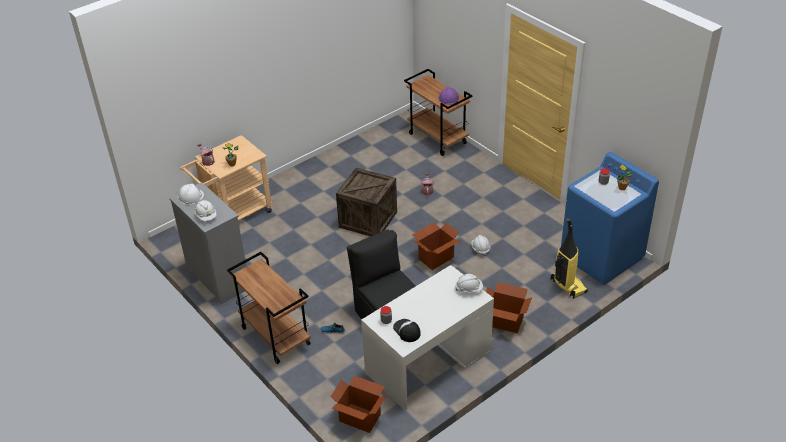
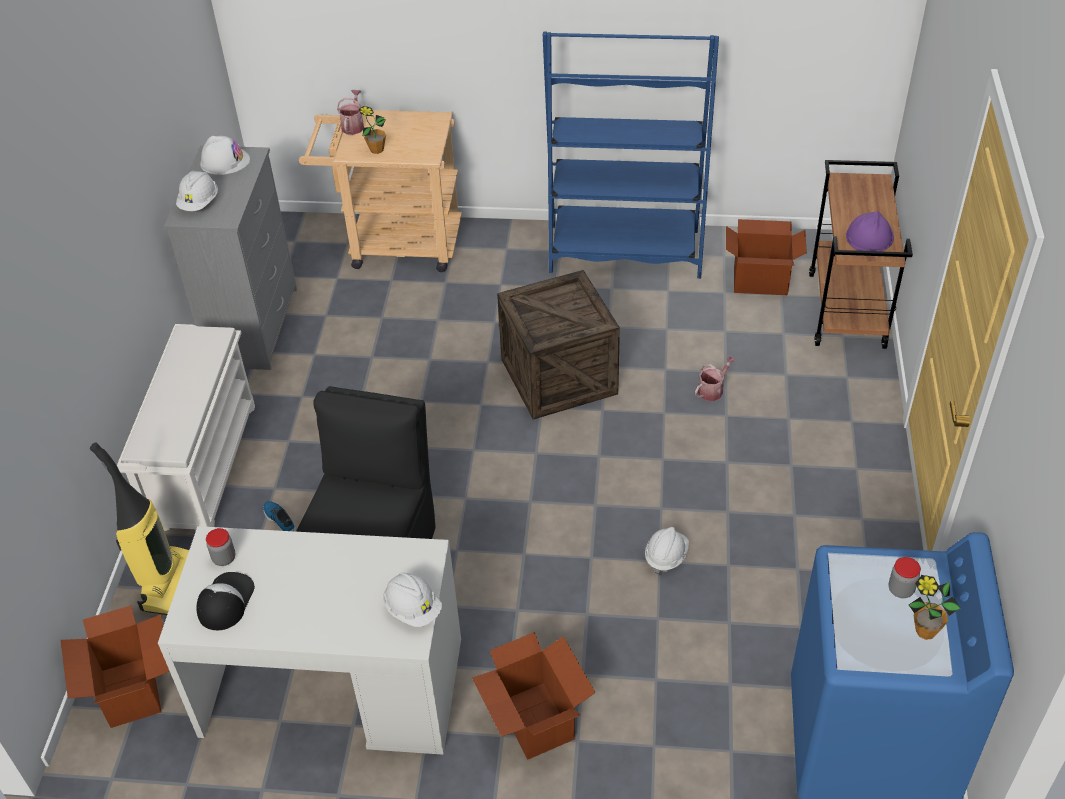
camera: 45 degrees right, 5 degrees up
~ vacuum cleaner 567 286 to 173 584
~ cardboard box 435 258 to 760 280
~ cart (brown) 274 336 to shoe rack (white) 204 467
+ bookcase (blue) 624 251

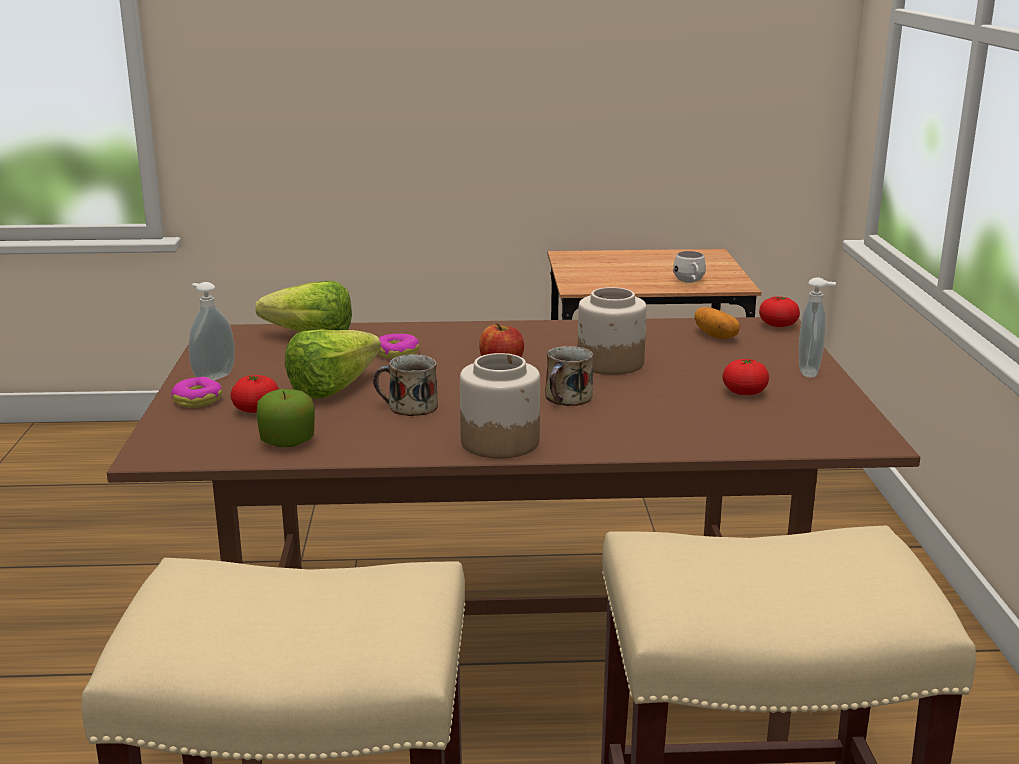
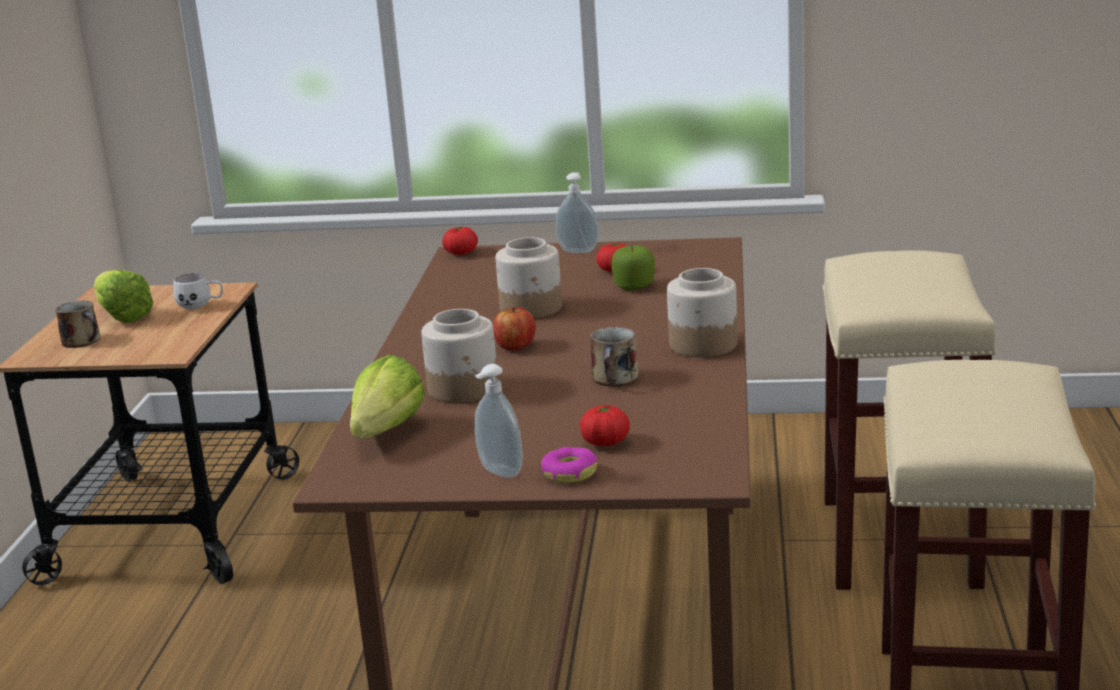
camera: 80 degrees left, 0 degrees up
- potato 716 336
~ lettuce 341 387 to 121 314
~ donut 397 353 to jar 464 389
~ mug 567 398 to 83 341
~ apple 288 441 to 634 286

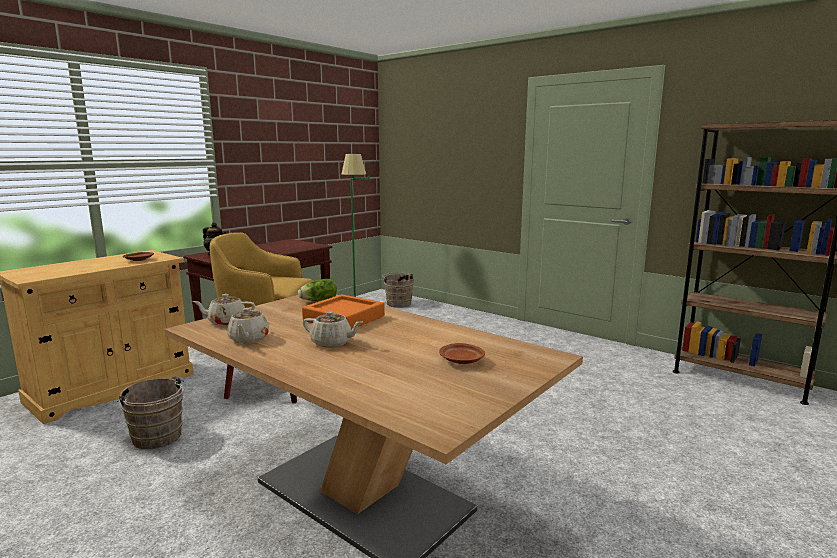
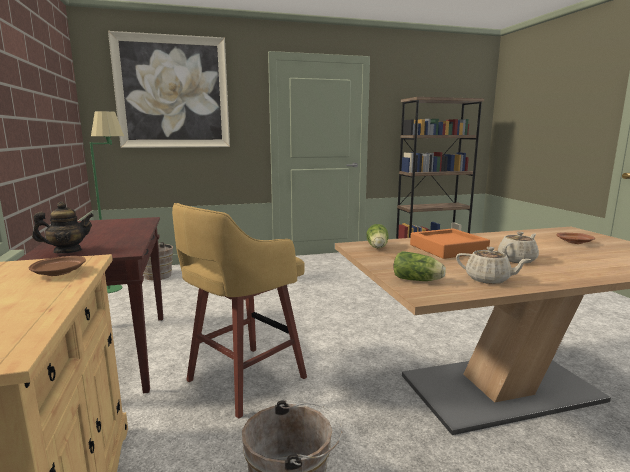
camera: 55 degrees left, 0 degrees up
~ teapot (beige) 226 322 to lettuce 418 280
+ picture 173 93

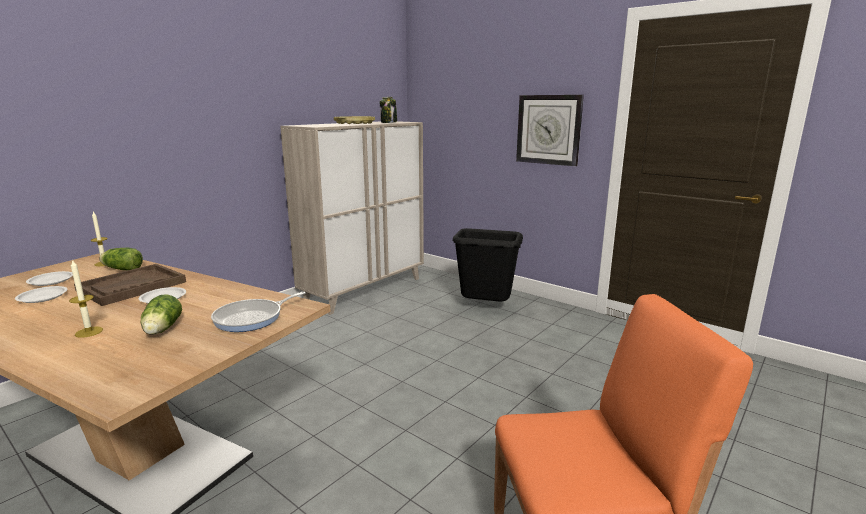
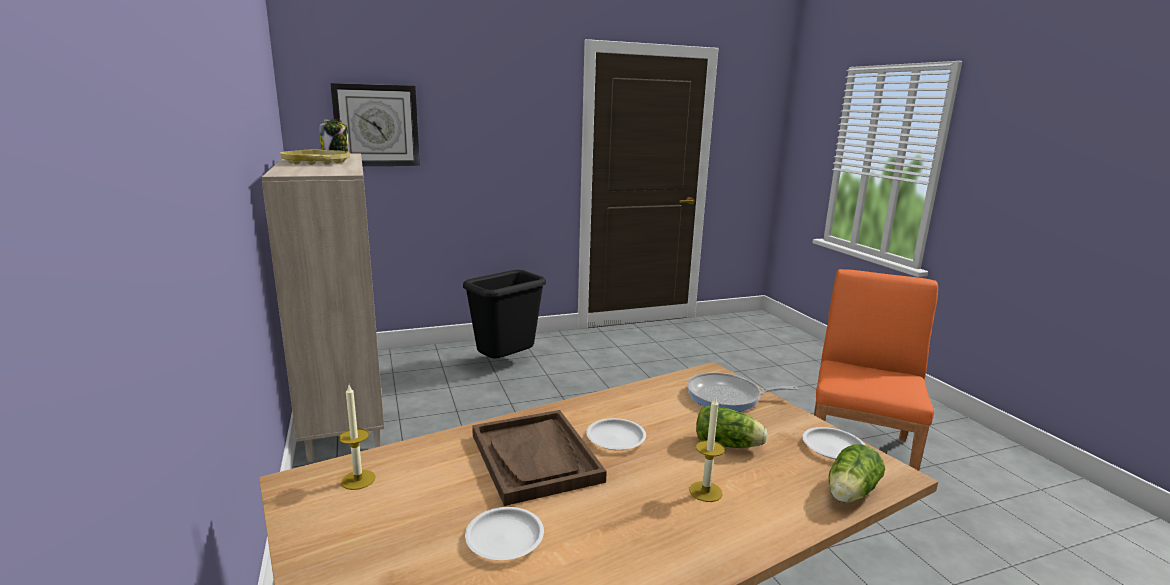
camera: 60 degrees left, 0 degrees up
~ wall clock 549 129 to 376 125
~ lettuce 121 269 to 849 493
~ plate (white) 51 281 to 832 447
~ frying pan 252 318 = 728 397 105 degrees clockwise

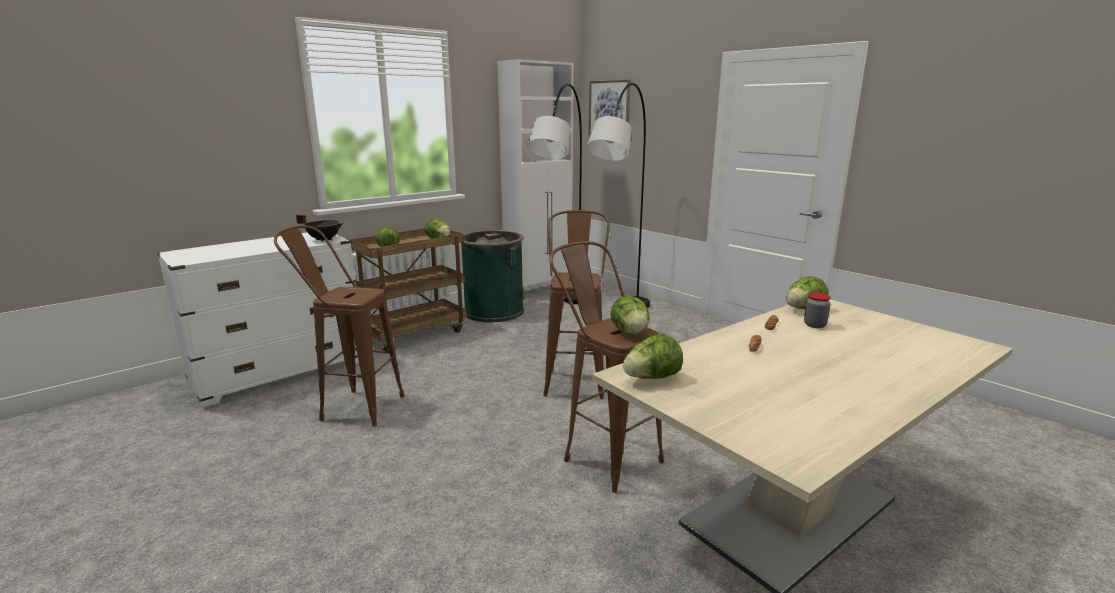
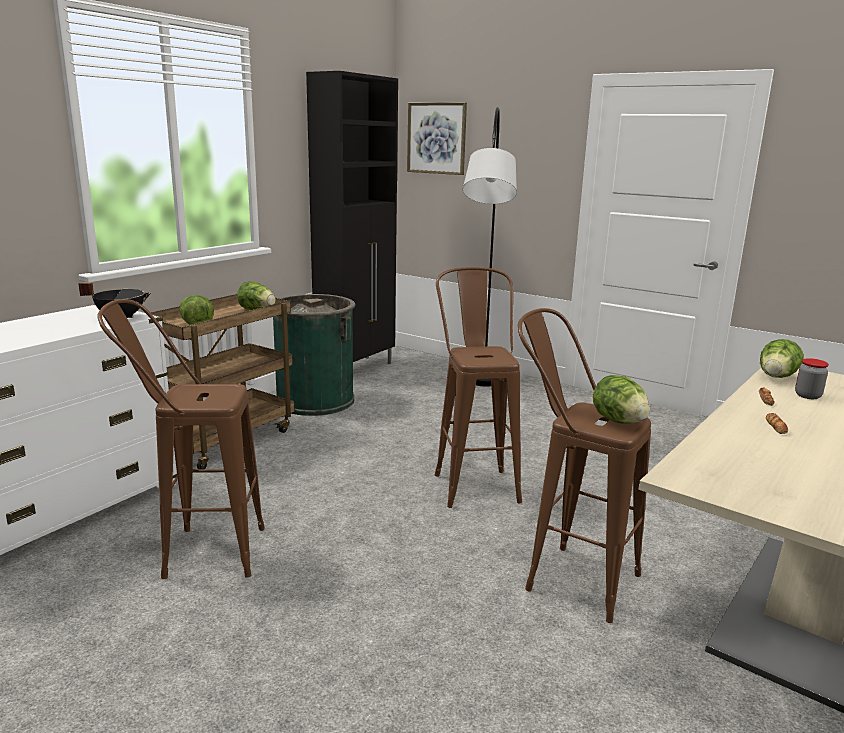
camera: 15 degrees left, 0 degrees up
~ cabinet (white) 539 291 to cabinet (black) 357 369
- floor lamp (grey) 563 318
- lettuce 651 378

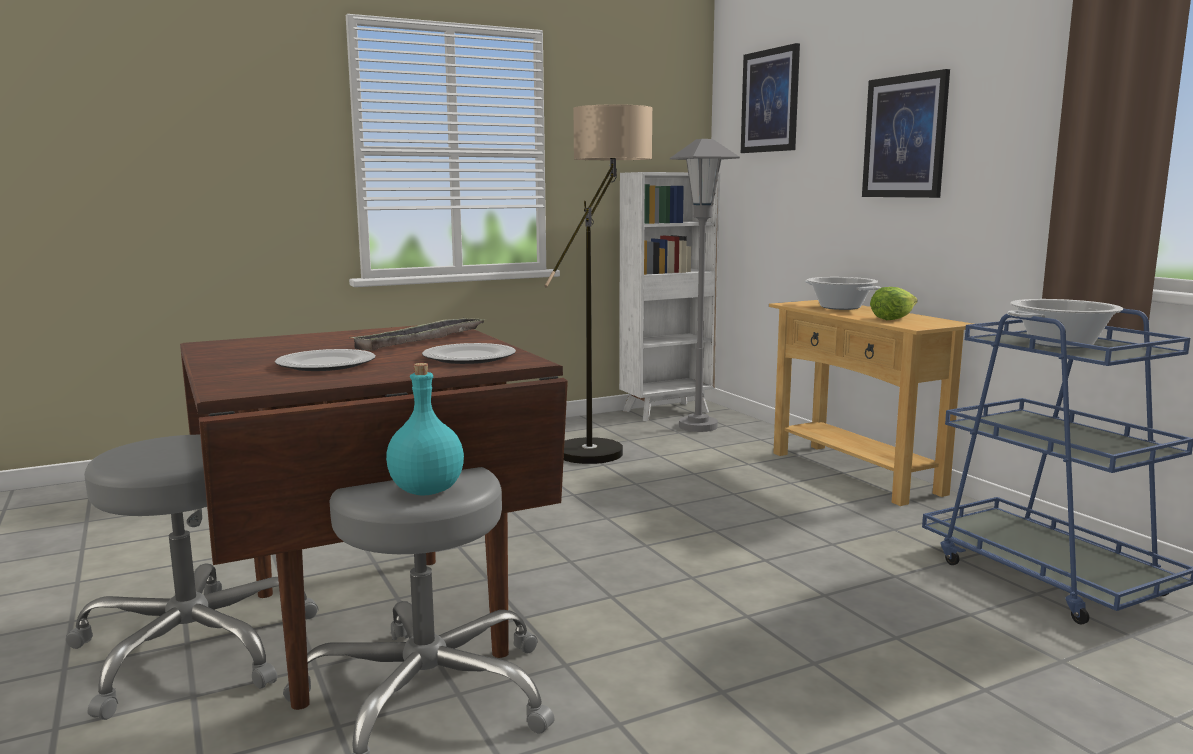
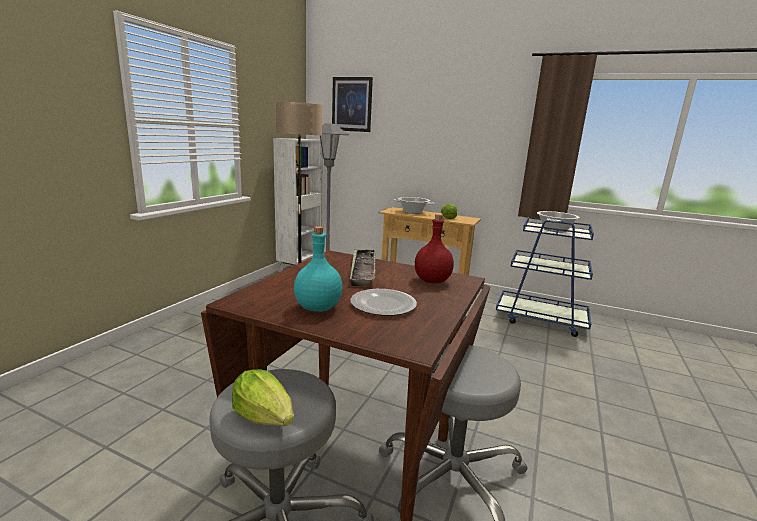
camera: 40 degrees left, 5 degrees up
- picture 905 137
~ plate 468 357 to bottle (red) 432 281
~ bottle (turquoise) 426 490 to 317 307
+ lettuce 265 416

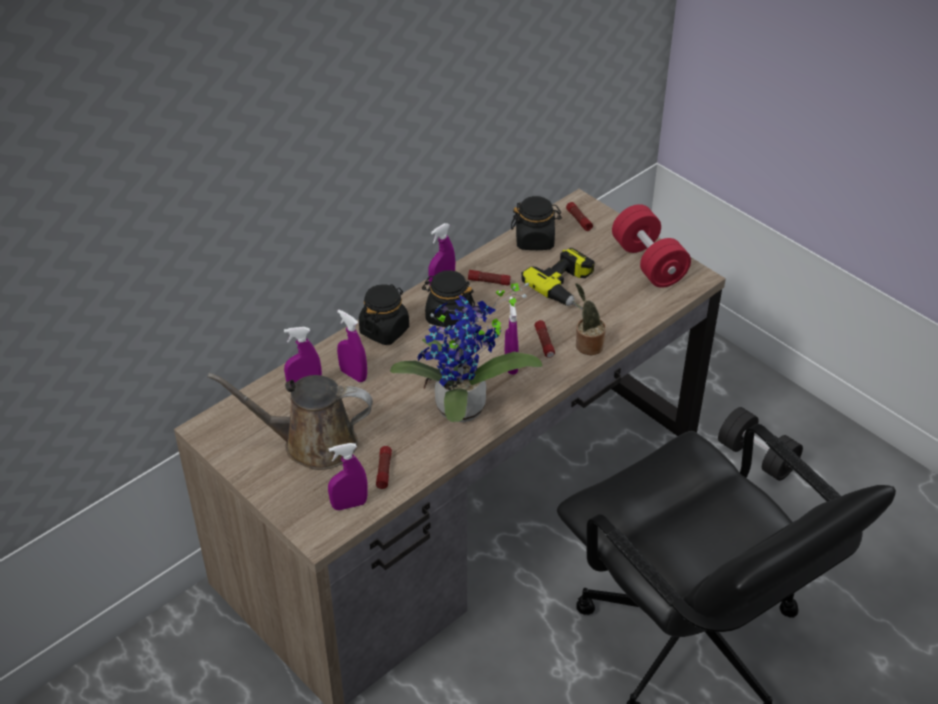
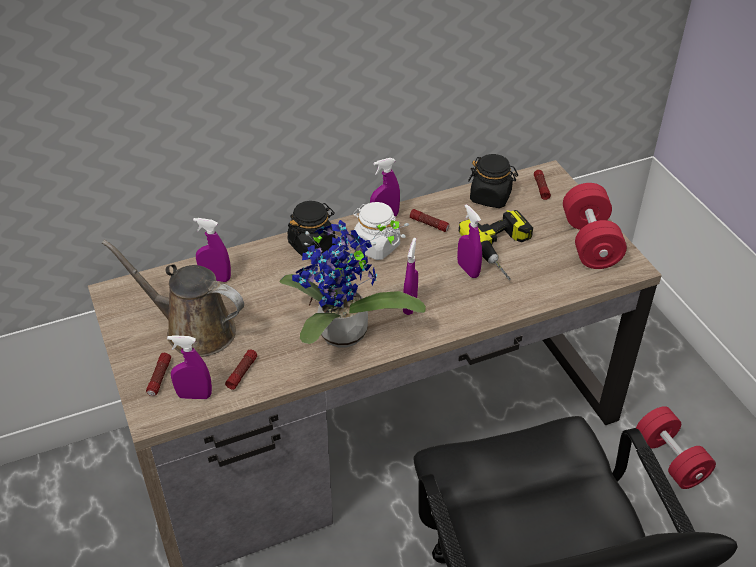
camera: 20 degrees right, 0 degrees up
~ jar (black) 448 316 to jar (white) 376 246
- potted plant 587 345
~ spray bottle (purple) 353 375 to 468 270
~ flashlight 544 343 to 159 378
~ dumbbell (black) 756 457 to dumbbell (red) 670 459

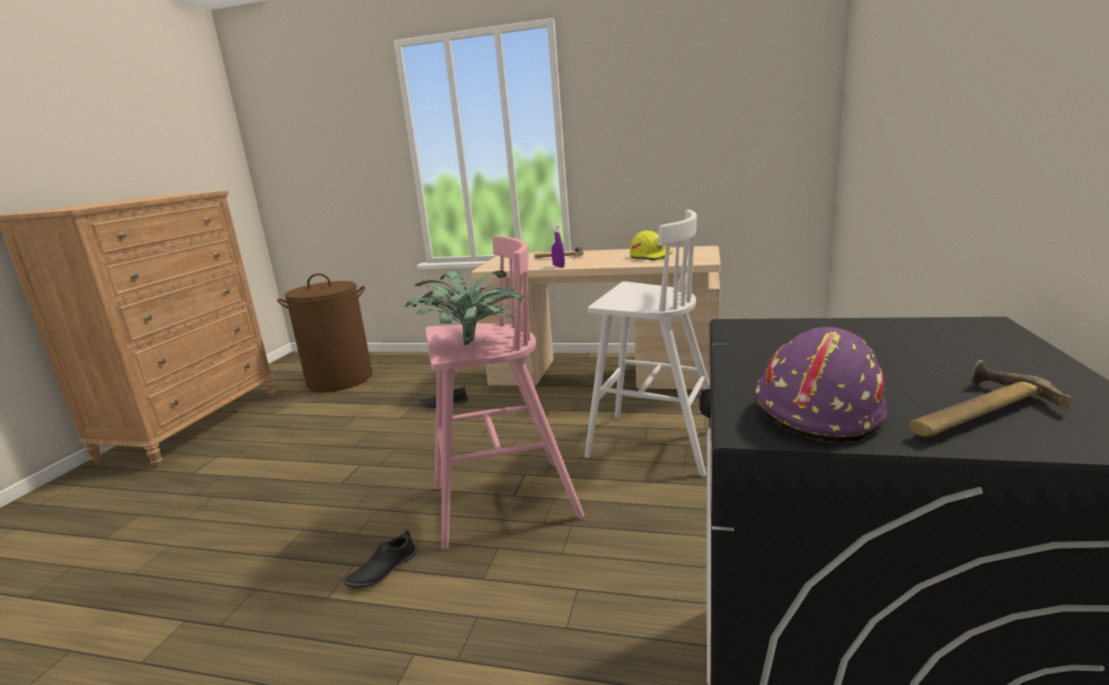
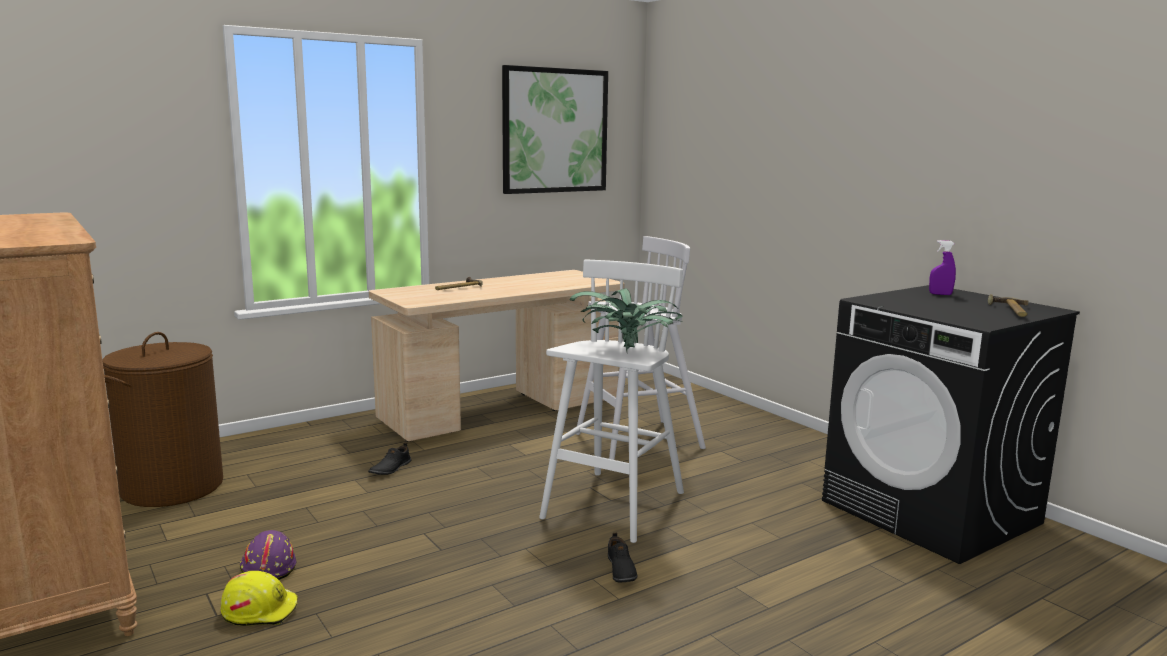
camera: 50 degrees left, 5 degrees down
~ spray bottle (purple) 558 266 to 940 294
~ hard hat (yellow) 651 256 to 260 610
~ stool (pink) 501 502 to stool (white) 612 506
~ hard hat (purple) 817 409 to 268 567
+ picture 555 131

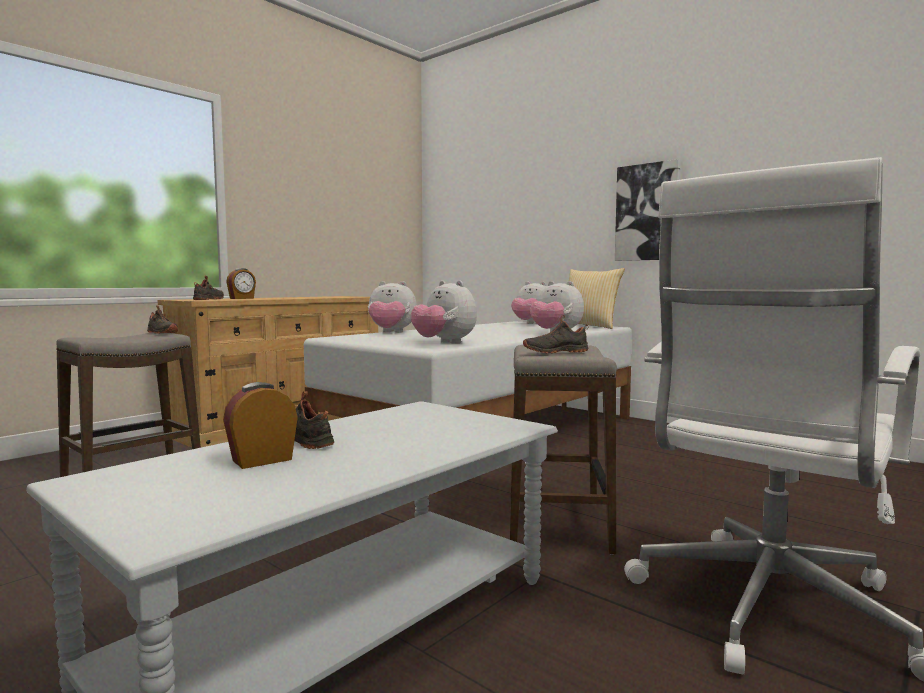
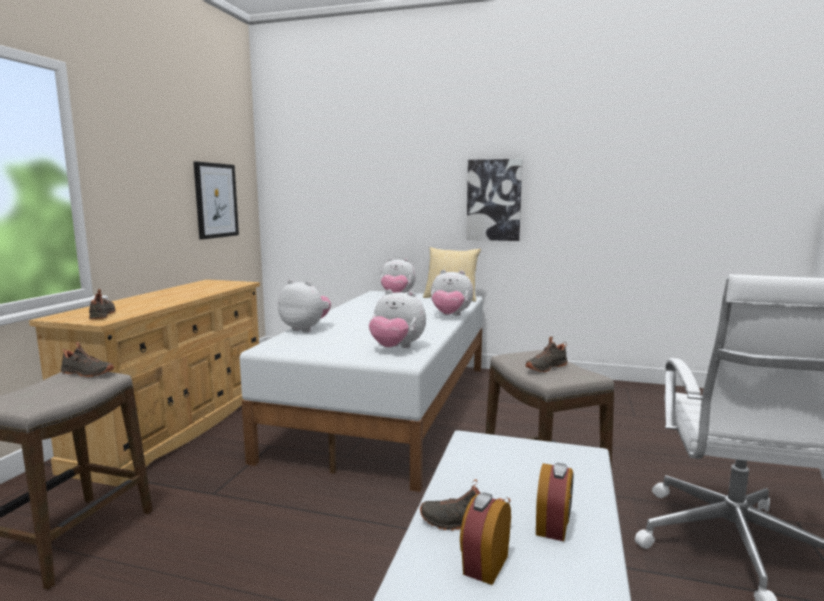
camera: 25 degrees left, 5 degrees up
~ alarm clock 242 298 to 553 526
~ plush toy 391 332 = 306 329 135 degrees counterclockwise
+ picture 216 200

